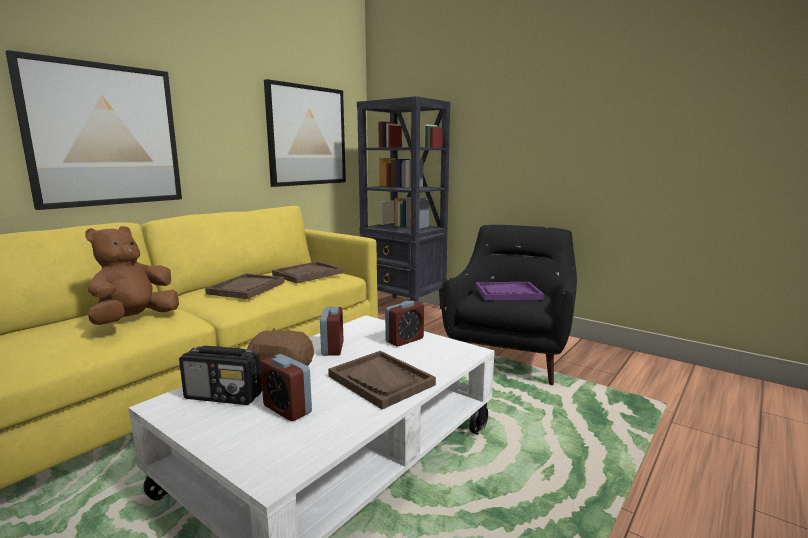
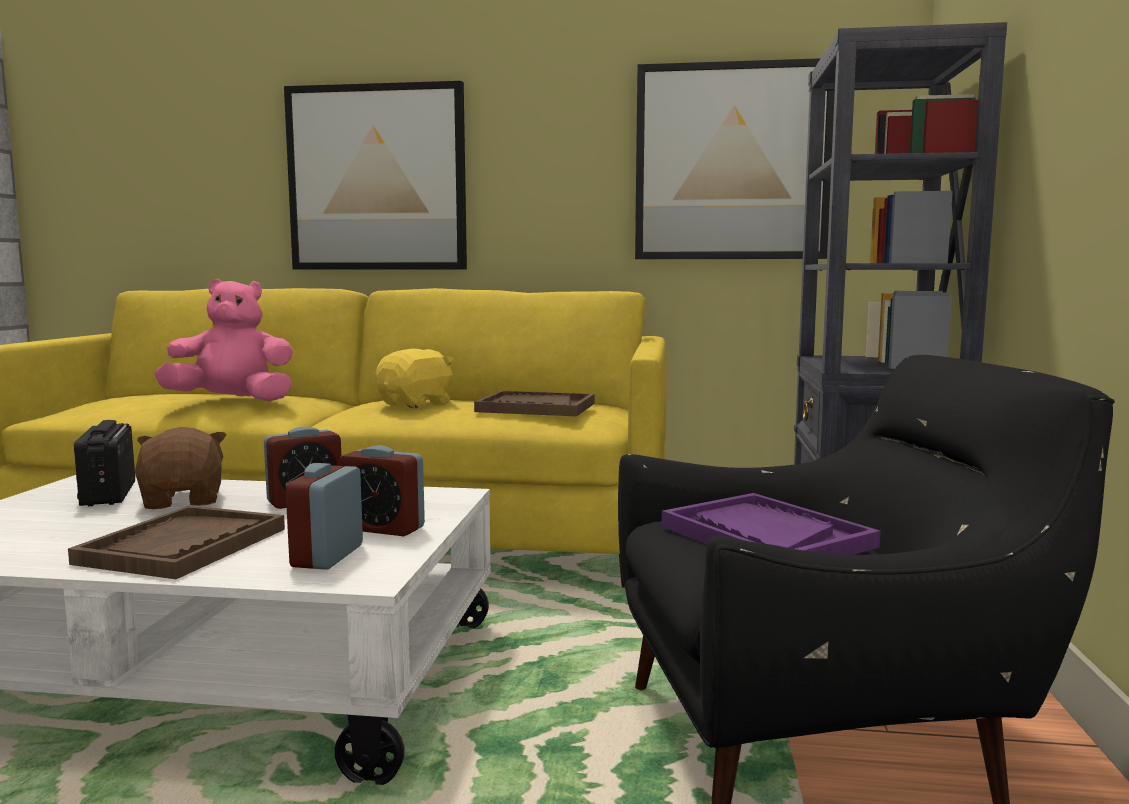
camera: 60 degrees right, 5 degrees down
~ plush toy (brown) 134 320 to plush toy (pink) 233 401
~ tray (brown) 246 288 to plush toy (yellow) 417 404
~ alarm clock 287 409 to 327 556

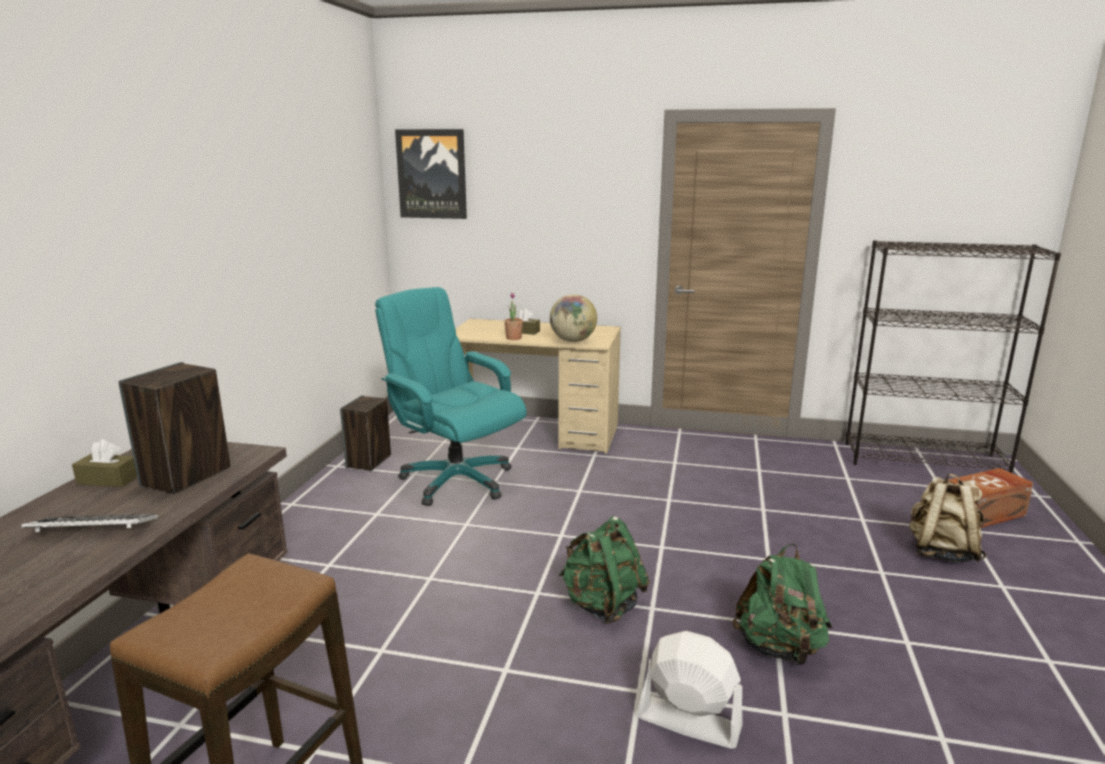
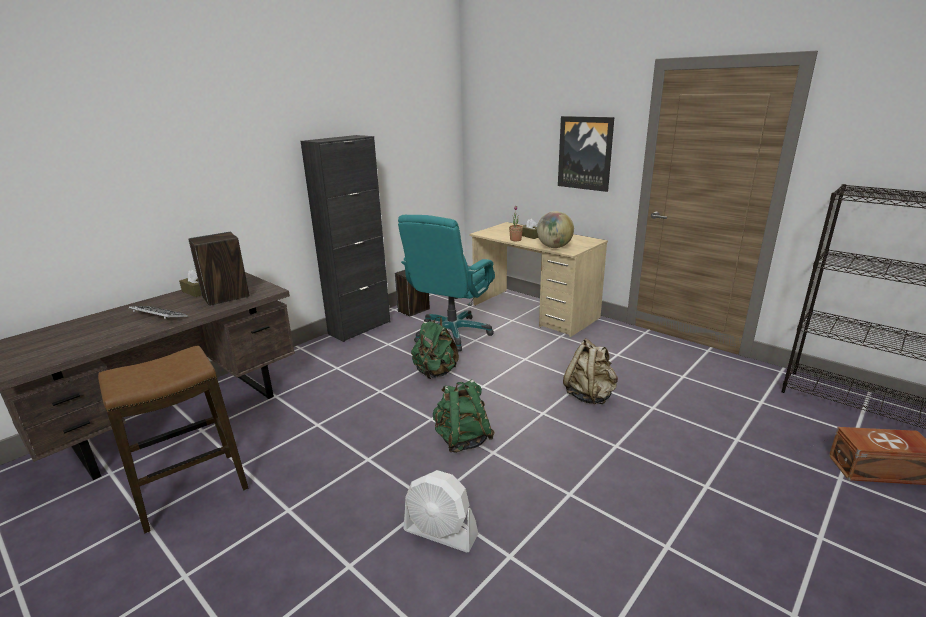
camera: 30 degrees right, 5 degrees up
~ picture 432 174 to 585 153
~ office chair (turquoise) 456 480 = 452 333 135 degrees counterclockwise
~ backpack (beige) 941 552 to 590 395
~ backpack (green) 779 648 to 435 373
~ fan (white) 688 721 = 440 533 150 degrees clockwise
+ cabinet (black) 359 328

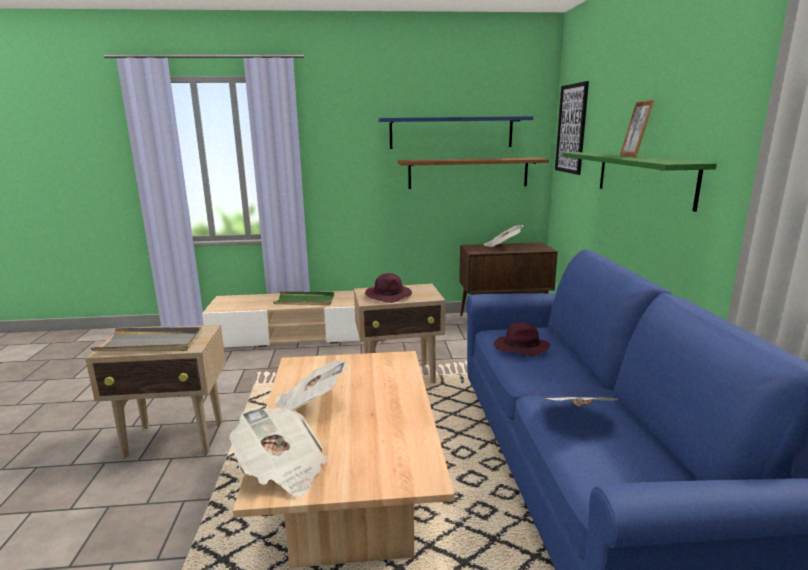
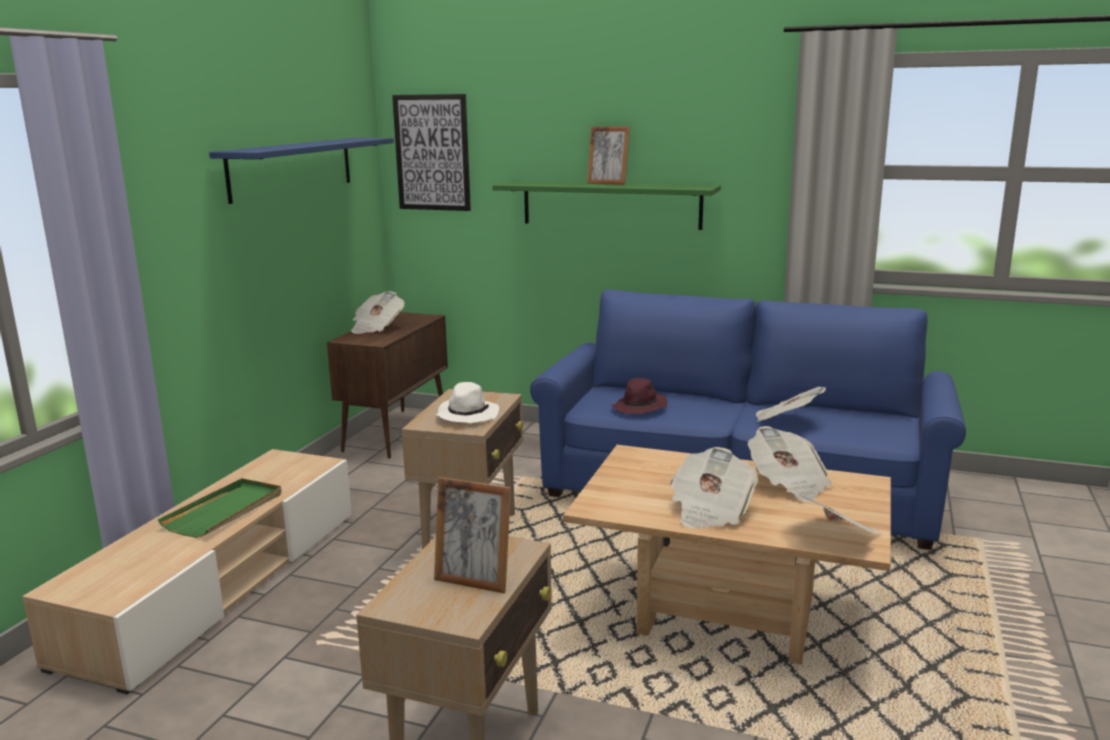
camera: 65 degrees left, 0 degrees up
- shelf (brown) 468 173
~ hat (purple) 389 296 to hat (white) 467 415
~ tray (grey) 151 343 to picture frame 473 581
+ newspaper 788 484

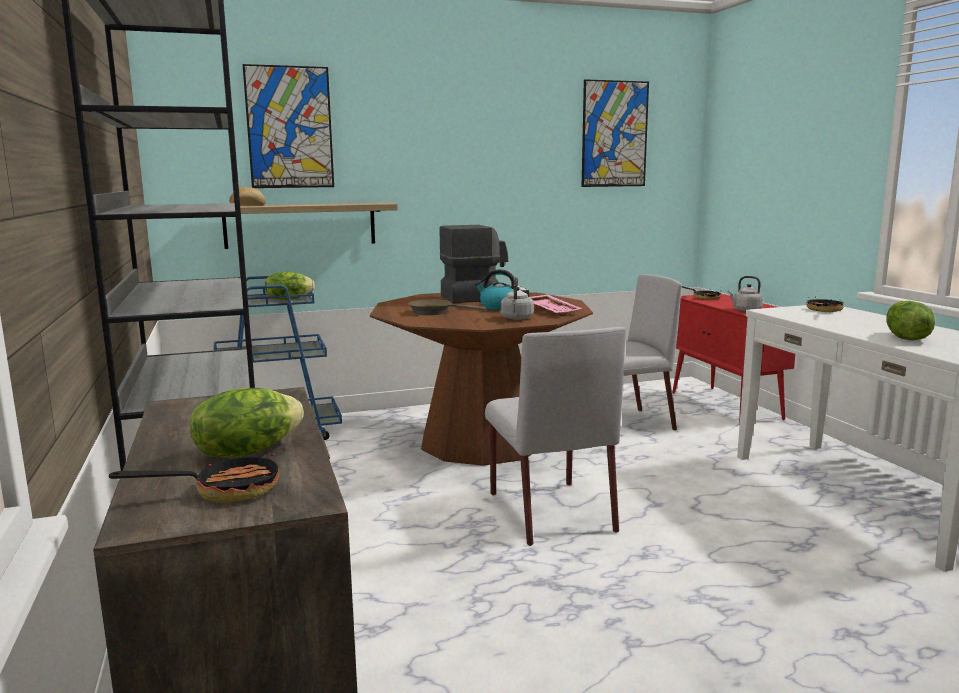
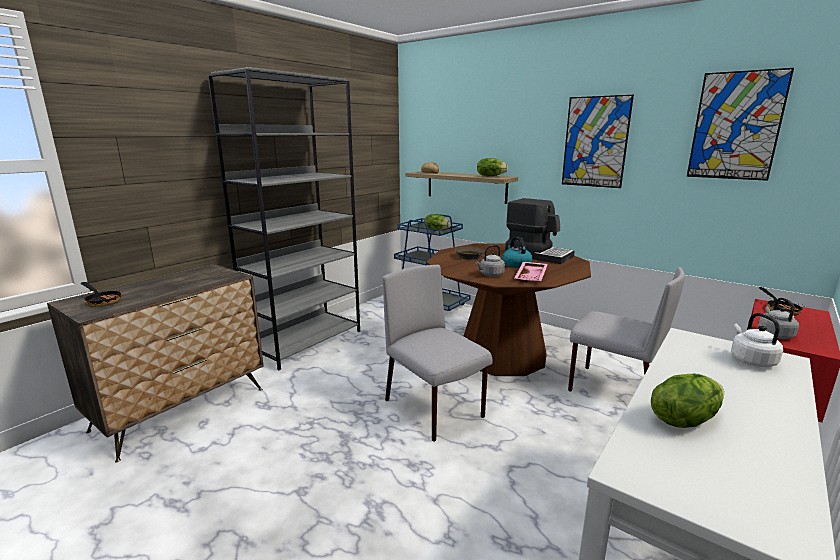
camera: 55 degrees right, 5 degrees up
~ picture 289 127 to 595 142
~ frying pan 824 310 to kettle (white) 751 360
~ chair (grey) 549 511 = 434 409 105 degrees clockwise
~ lettuce 247 451 to 490 176

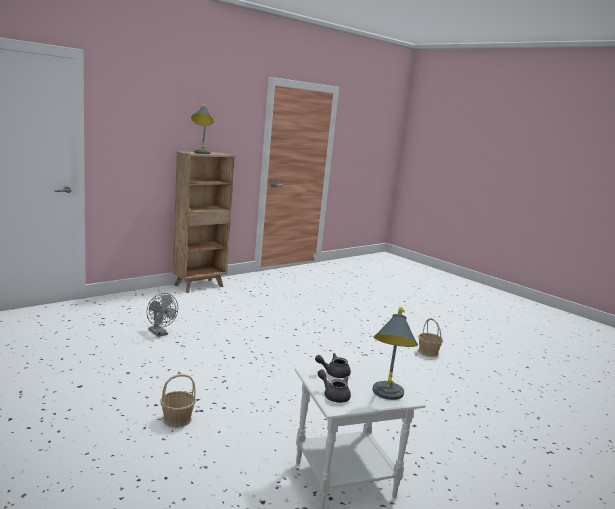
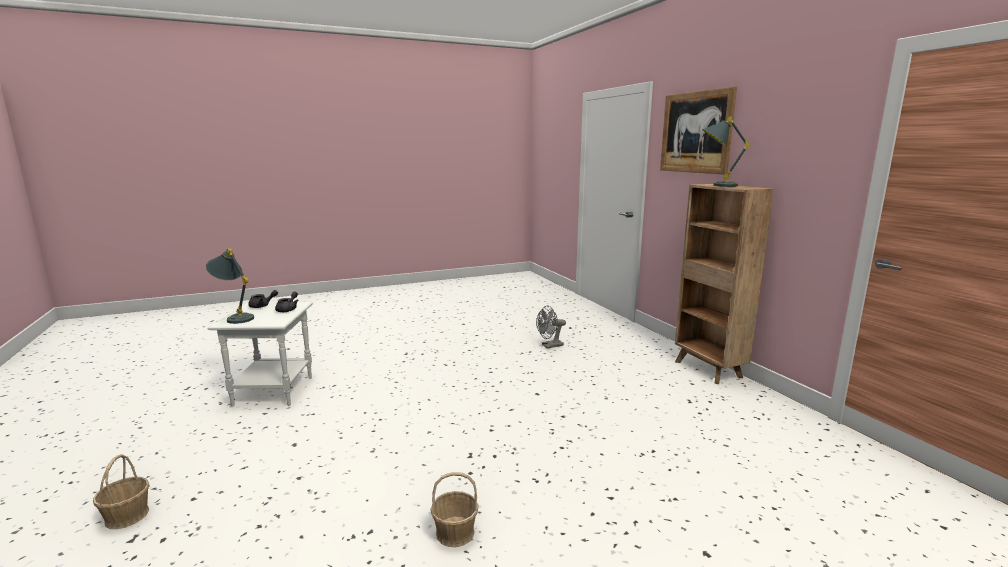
camera: 110 degrees right, 0 degrees up
~ basket 177 419 to 127 515
+ picture 696 132

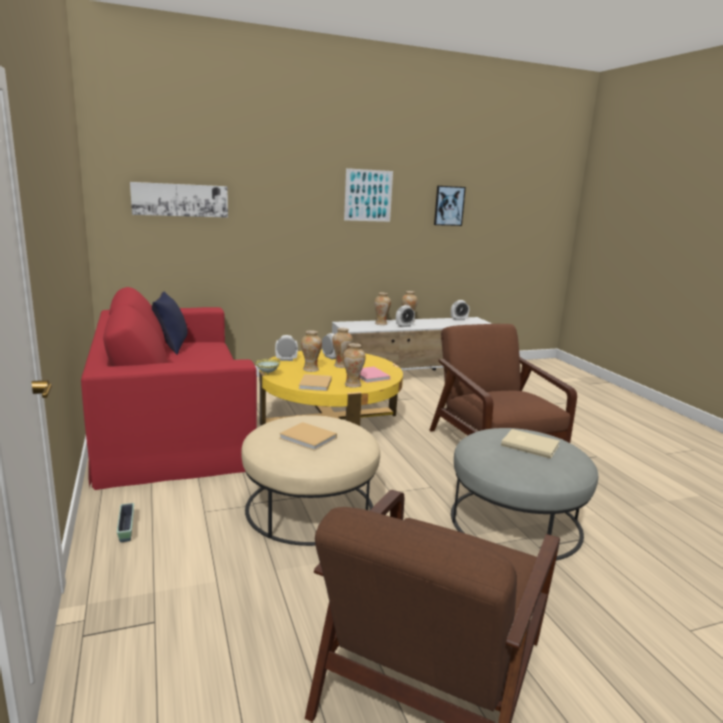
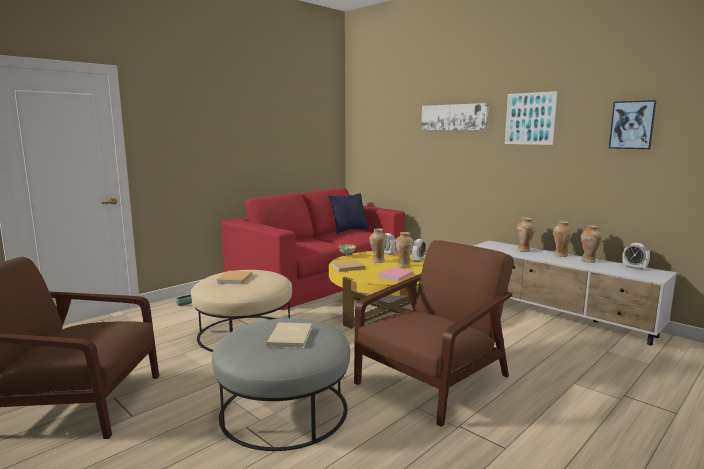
camera: 65 degrees right, 5 degrees down
~ picture 180 200 to 454 117
- alarm clock 404 326
~ vase 352 385 to 588 261

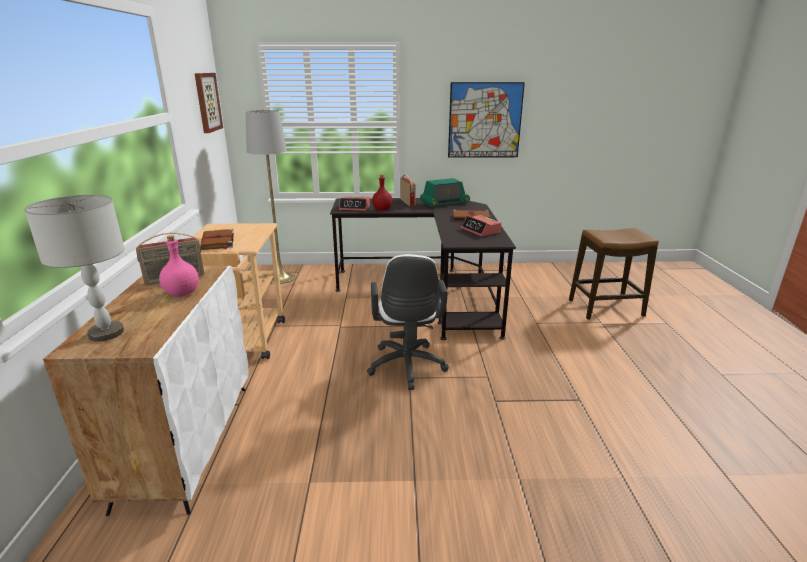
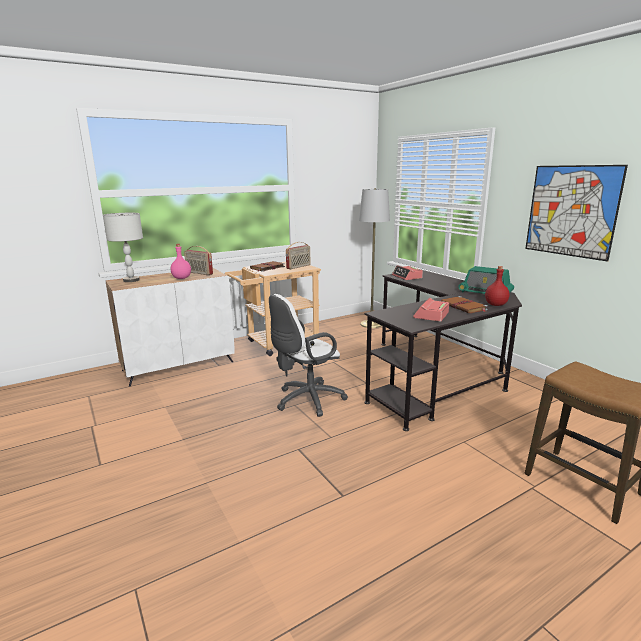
camera: 60 degrees right, 5 degrees down
- picture 207 102
~ bottle (red) 382 209 to 495 304
~ radio 408 202 to 298 267

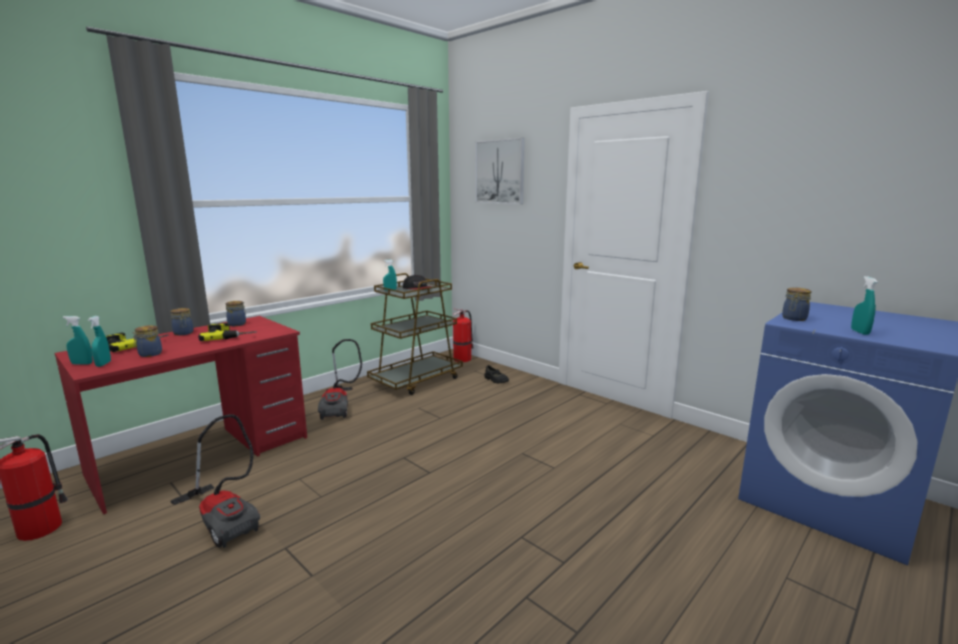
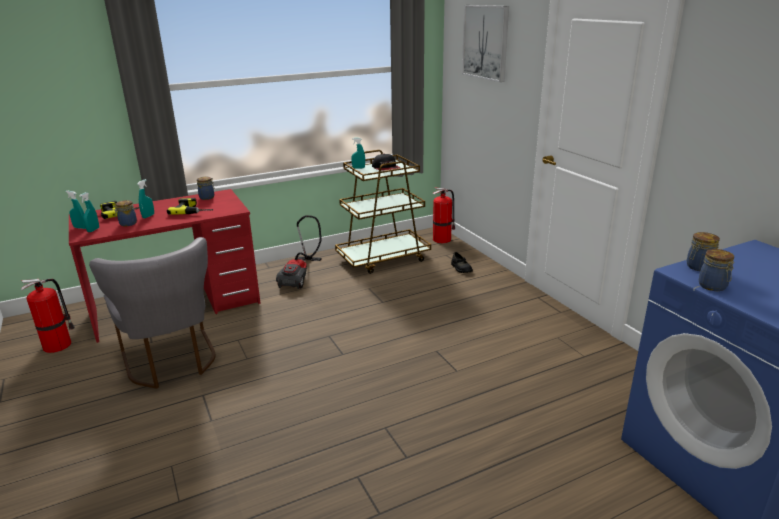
camera: 20 degrees right, 10 degrees up
~ spray bottle (turquoise) 860 332 to 148 216
~ jar 183 333 to 713 286
~ vacuum cleaner 225 518 to chair (grey) 172 362

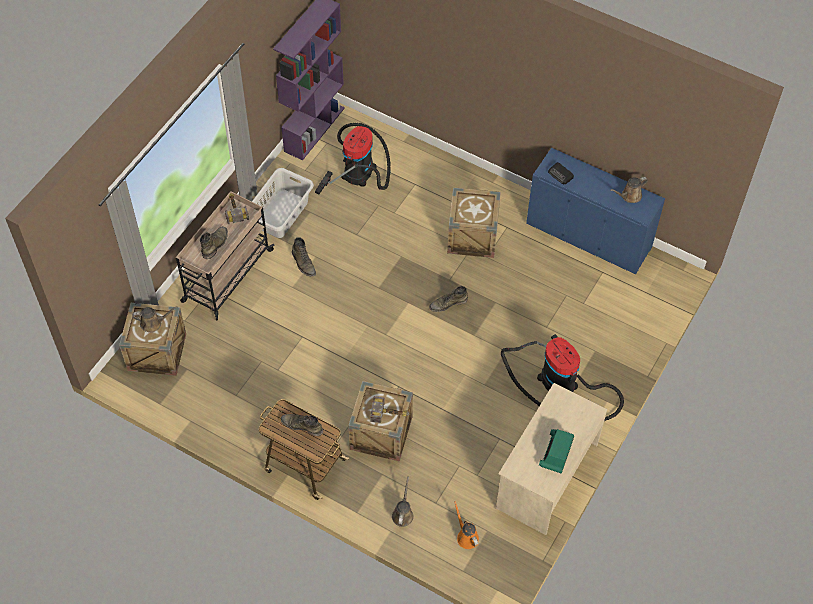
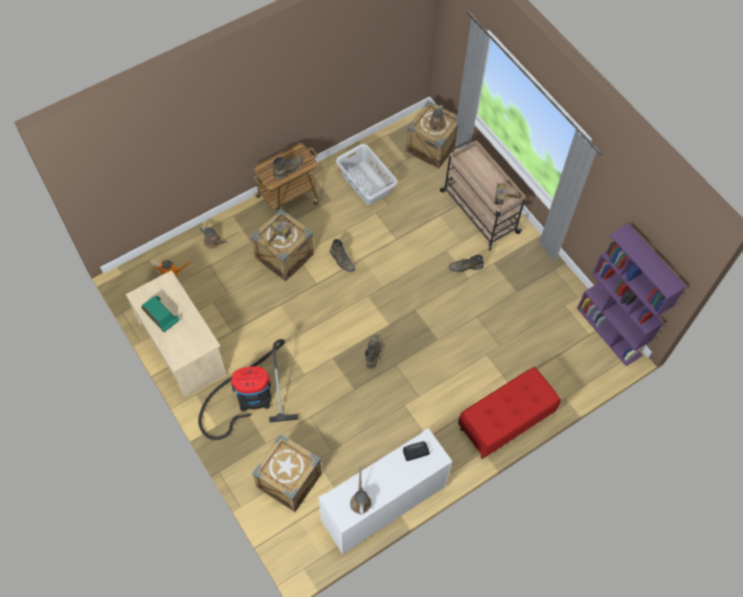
camera: 115 degrees right, 5 degrees up
- vacuum cleaner 359 169
~ cabinet (blue) 588 236 to cabinet (white) 383 503
~ laundry basket (grey) 280 213 to 366 183
~ crate 472 236 to 289 480
~ boot (green) 215 244 to 342 261
+ bench (red) 505 422

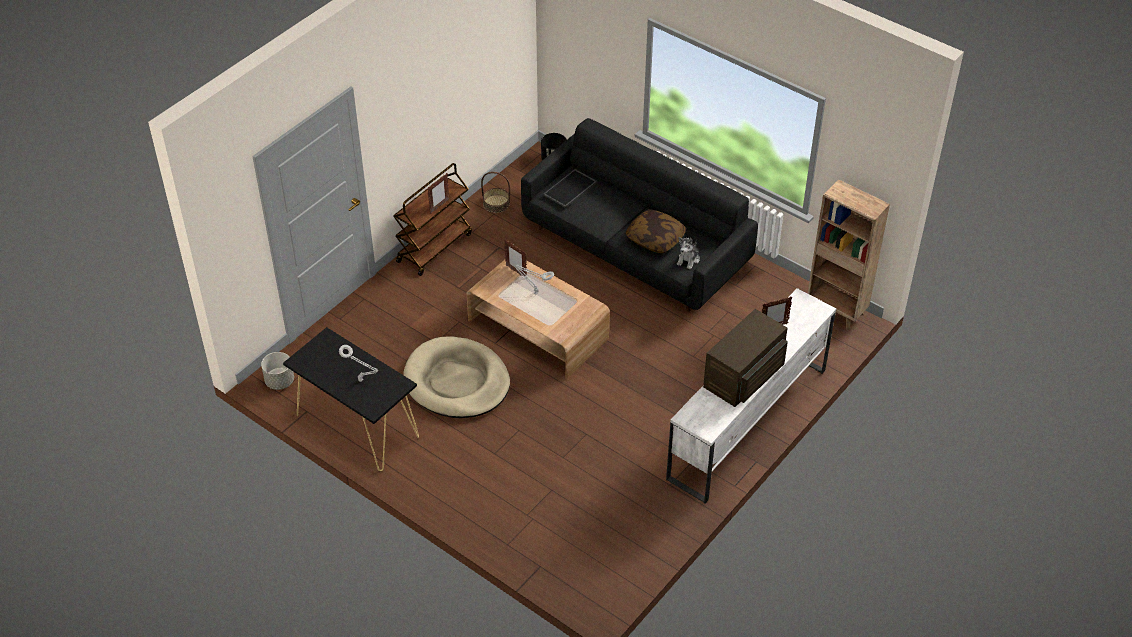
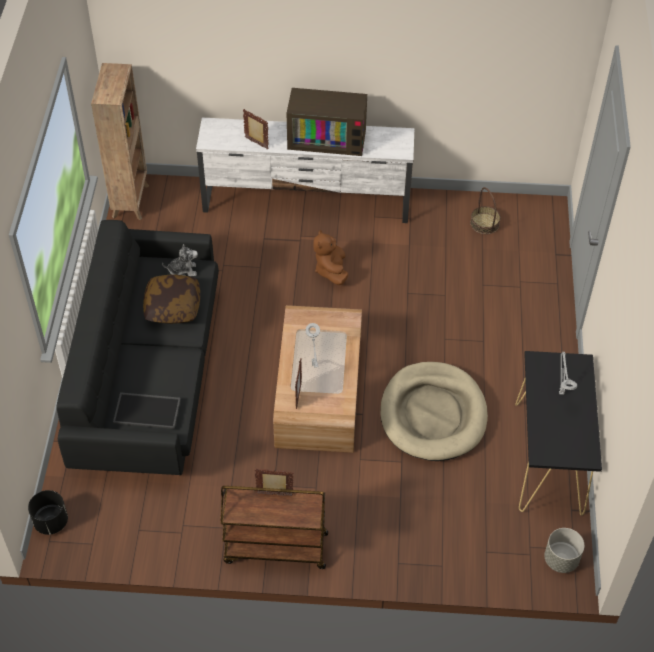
camera: 125 degrees left, 5 degrees up
~ basket 496 204 to 485 223
+ plush toy (brown) 331 270

